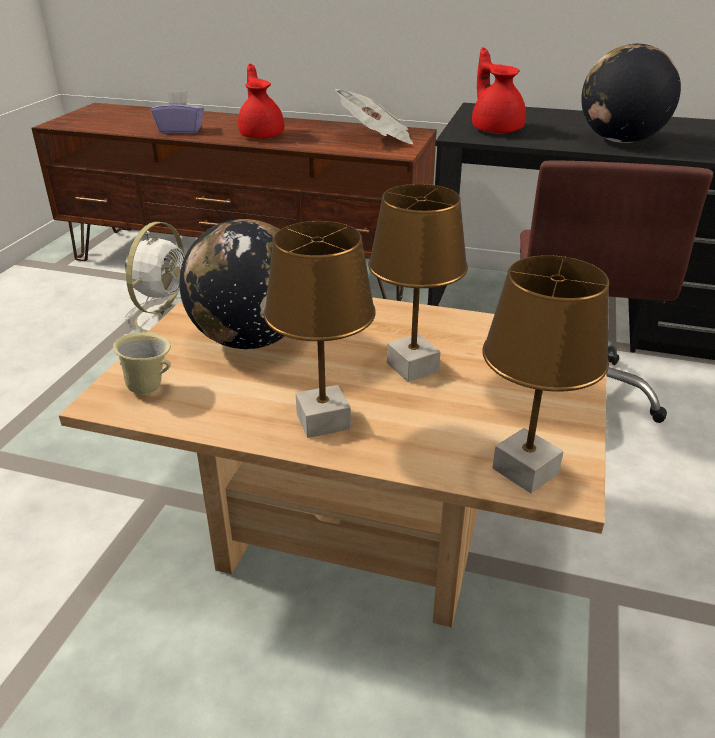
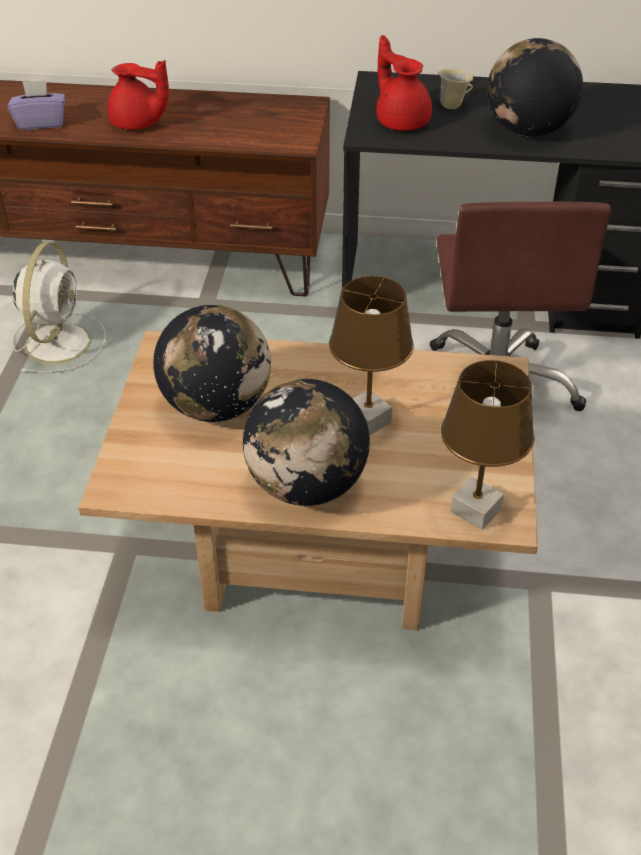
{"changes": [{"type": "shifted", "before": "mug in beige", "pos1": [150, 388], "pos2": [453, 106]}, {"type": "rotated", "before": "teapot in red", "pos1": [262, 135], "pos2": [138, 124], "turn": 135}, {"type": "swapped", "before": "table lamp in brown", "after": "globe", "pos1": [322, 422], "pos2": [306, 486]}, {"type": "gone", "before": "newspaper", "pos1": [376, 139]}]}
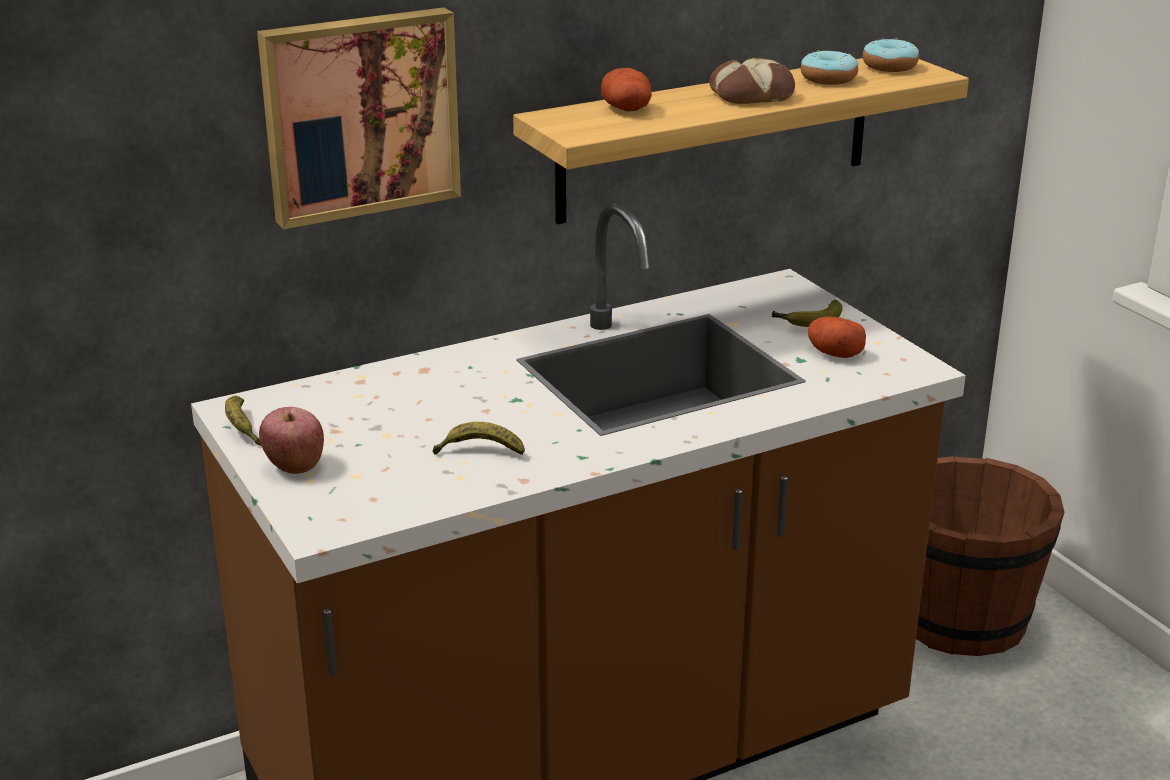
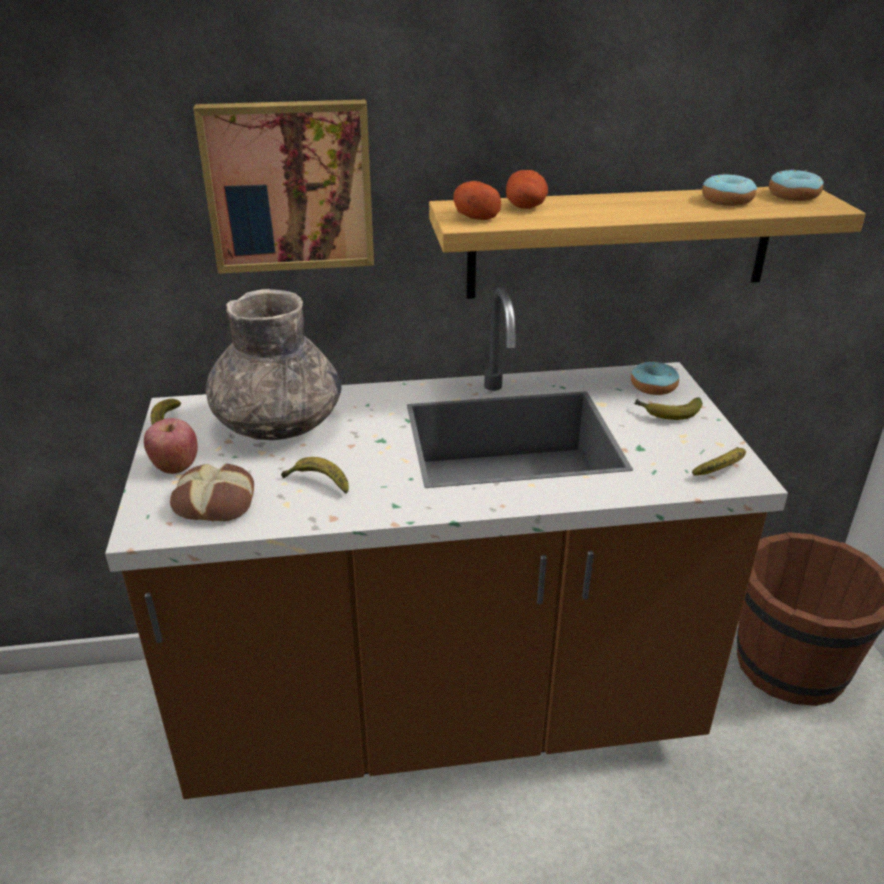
{"changes": [{"type": "shifted", "before": "bread", "pos1": [751, 94], "pos2": [216, 501]}, {"type": "shifted", "before": "potato", "pos1": [833, 352], "pos2": [474, 216]}, {"type": "new", "after": "vase in grey", "pos2": [278, 425]}, {"type": "new", "after": "donut", "pos2": [653, 386]}, {"type": "new", "after": "banana", "pos2": [722, 469]}]}
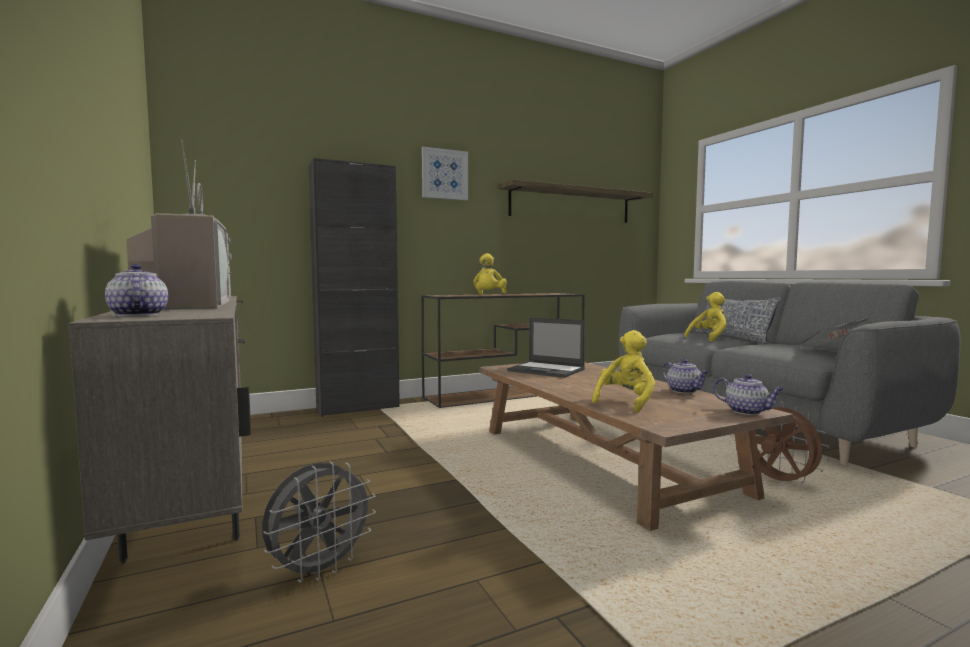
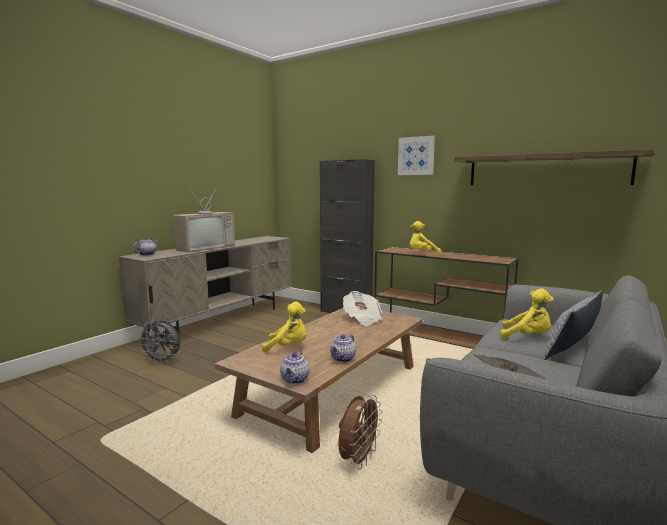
{"changes": [{"type": "swapped", "before": "laptop", "after": "newspaper", "pos1": [547, 370], "pos2": [362, 319]}]}
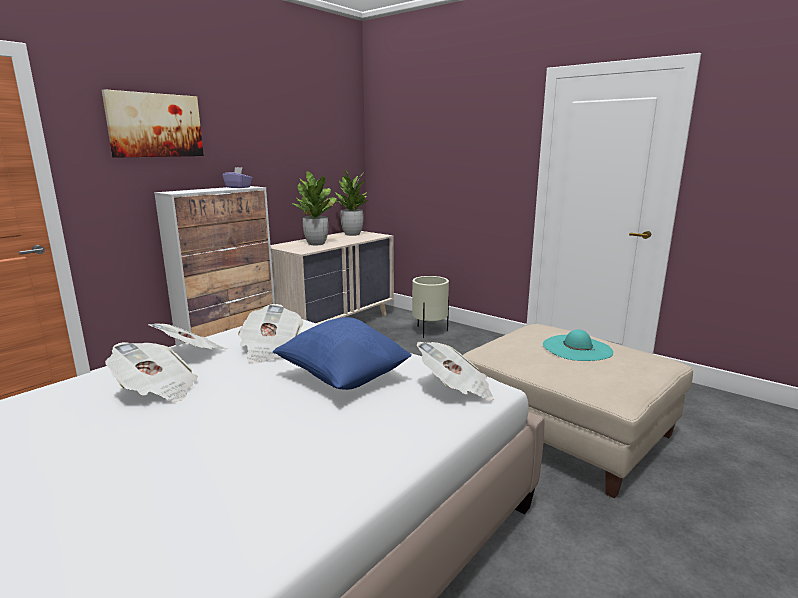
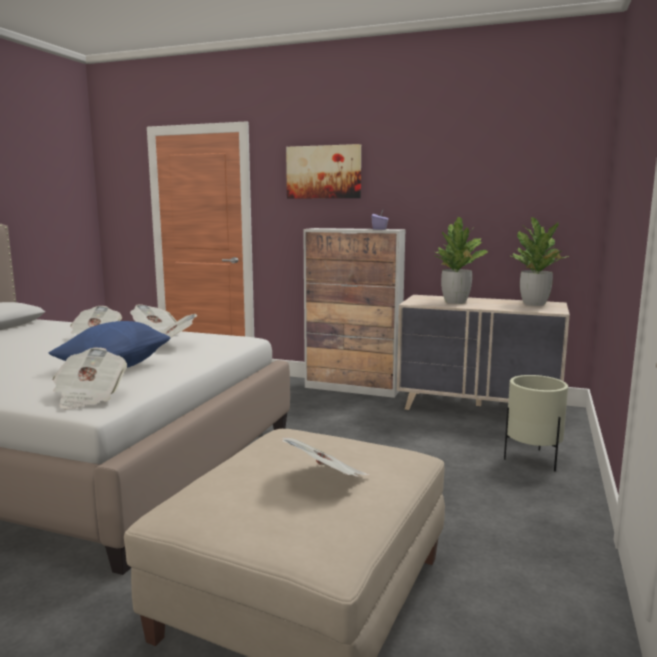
{"changes": [{"type": "swapped", "before": "hat in turquoise", "after": "newspaper", "pos1": [577, 348], "pos2": [325, 479]}]}
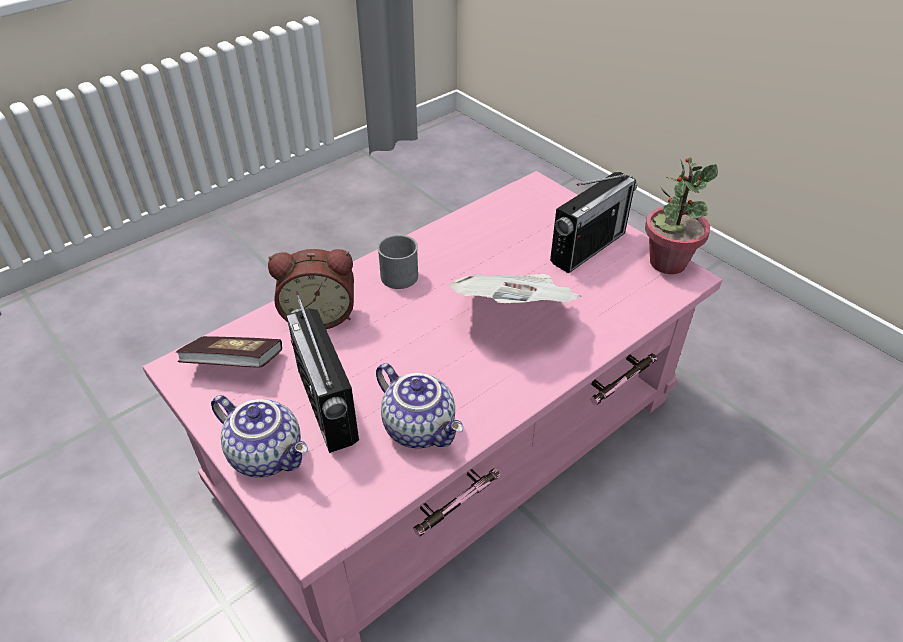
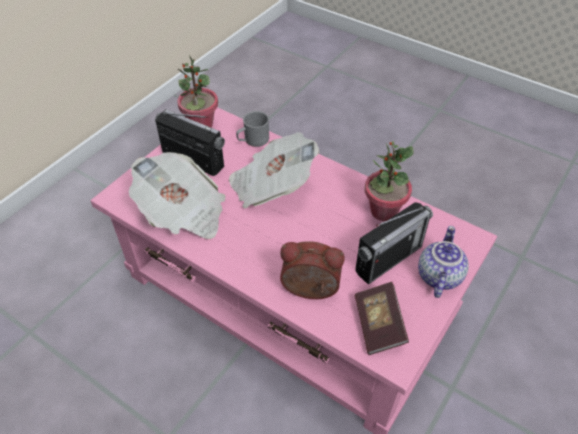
{"changes": [{"type": "rotated", "before": "alarm clock", "pos1": [320, 315], "pos2": [310, 291], "turn": -60}, {"type": "swapped", "before": "teapot", "after": "potted plant", "pos1": [421, 428], "pos2": [383, 211]}, {"type": "shifted", "before": "mug in grey", "pos1": [397, 272], "pos2": [253, 140]}, {"type": "new", "after": "newspaper", "pos2": [183, 213]}]}
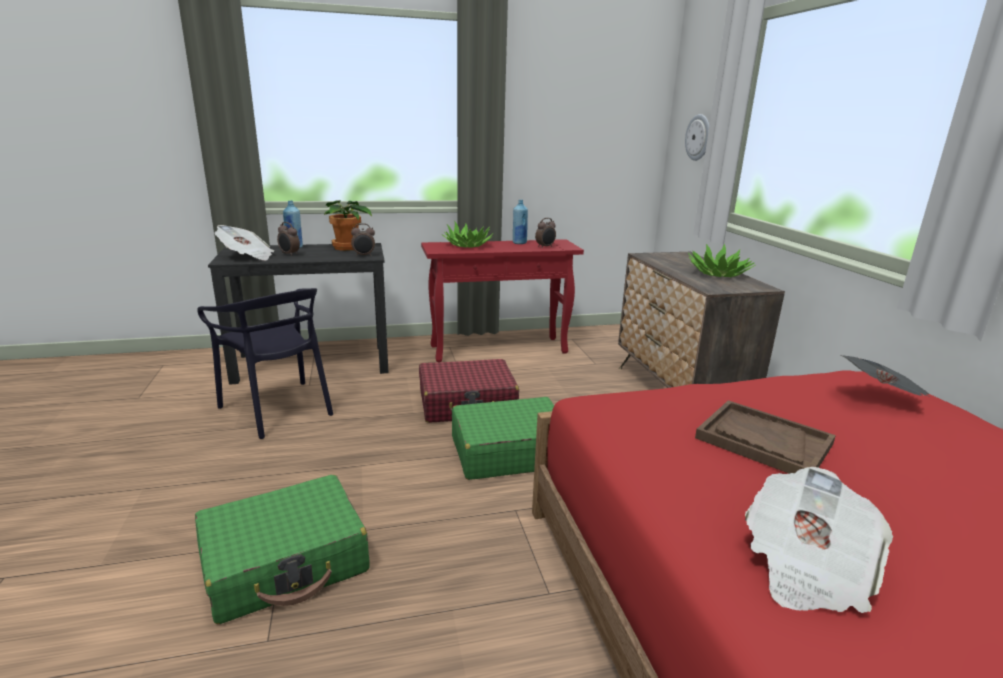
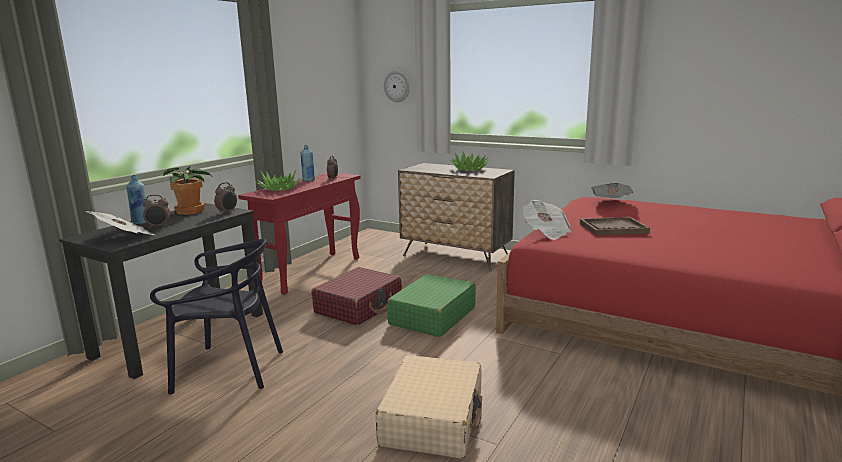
{"changes": [{"type": "repainted", "before": "suitcase in green", "after": "suitcase in beige", "pos1": [286, 562], "pos2": [433, 419]}, {"type": "shifted", "before": "newspaper", "pos1": [805, 568], "pos2": [546, 232]}]}
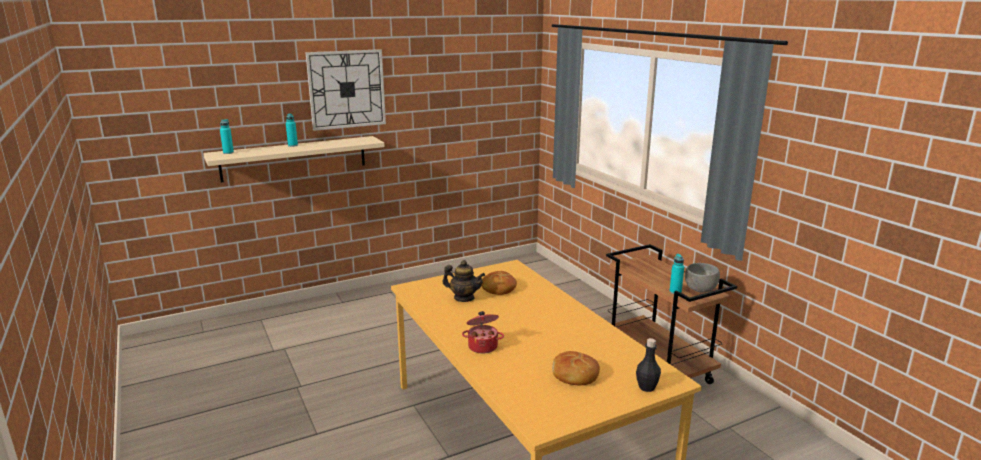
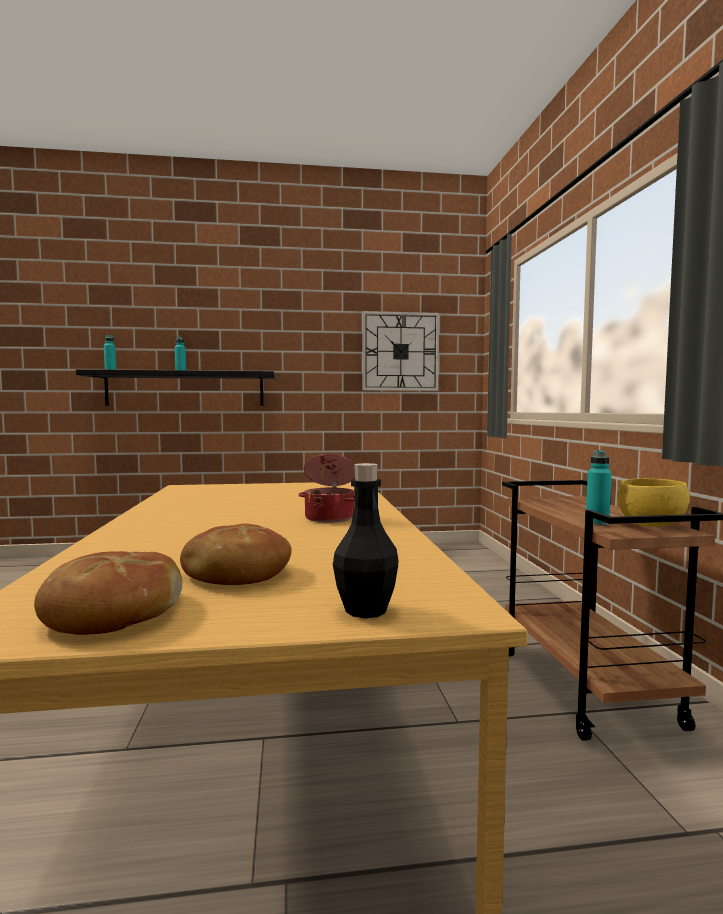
{"changes": [{"type": "repainted", "before": "shelf in beige", "after": "shelf in black", "pos1": [294, 158], "pos2": [185, 389]}, {"type": "shifted", "before": "wall clock", "pos1": [347, 89], "pos2": [400, 351]}, {"type": "gone", "before": "teapot", "pos1": [464, 298]}, {"type": "shifted", "before": "cooking pot", "pos1": [483, 346], "pos2": [330, 518]}, {"type": "shifted", "before": "bread", "pos1": [498, 288], "pos2": [113, 613]}, {"type": "repainted", "before": "bowl in grey", "after": "bowl in yellow", "pos1": [700, 289], "pos2": [650, 525]}]}
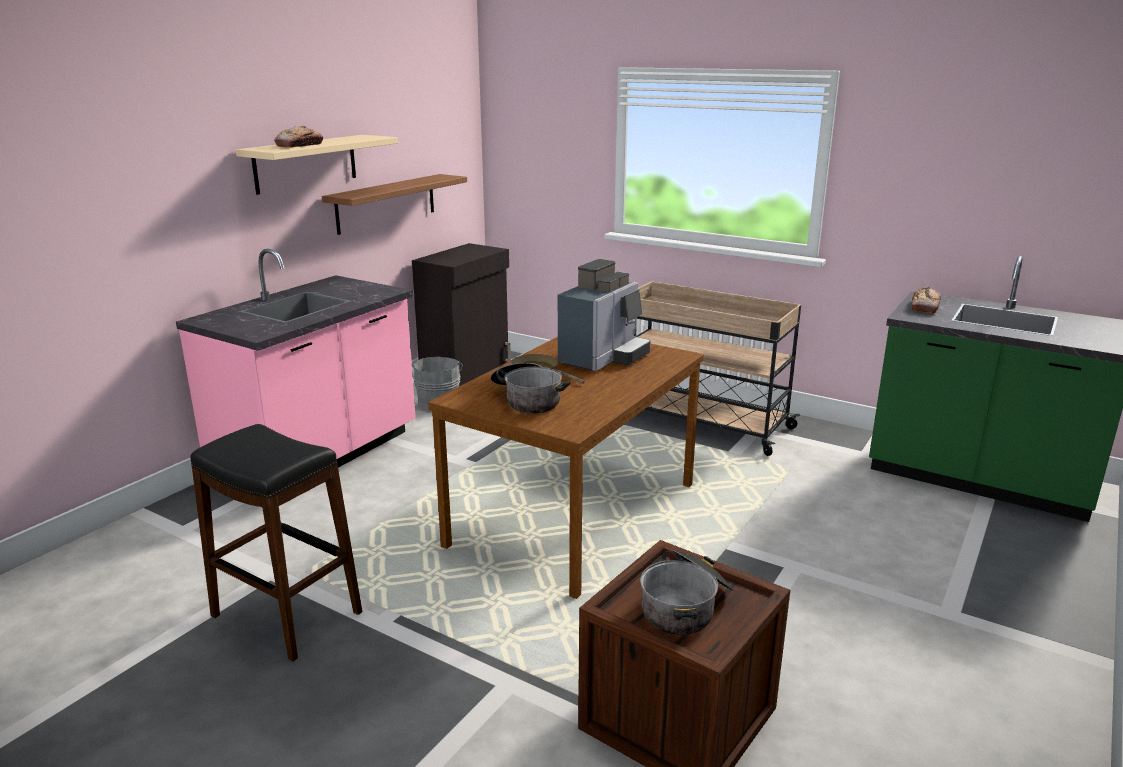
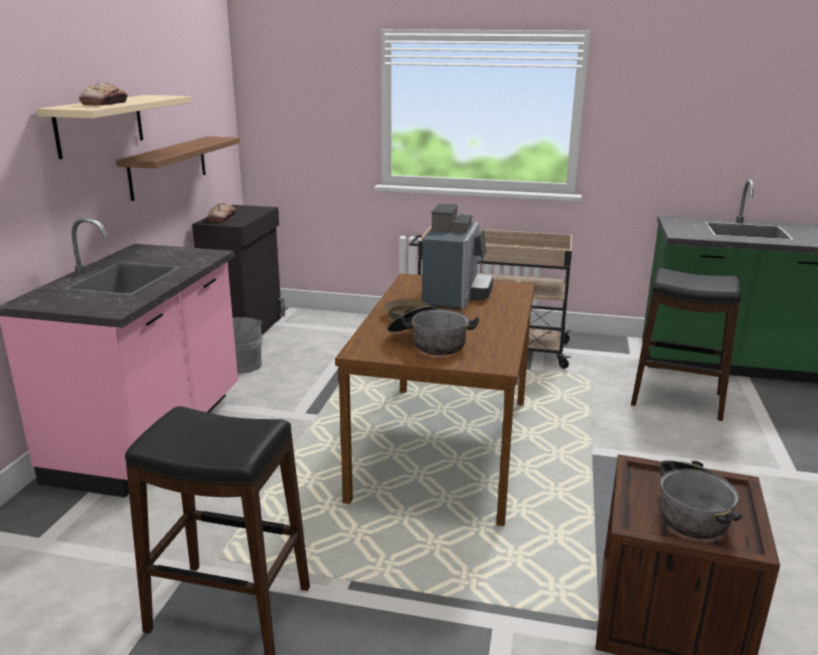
{"changes": [{"type": "shifted", "before": "bread", "pos1": [925, 306], "pos2": [222, 218]}, {"type": "new", "after": "stool in black", "pos2": [677, 399]}]}
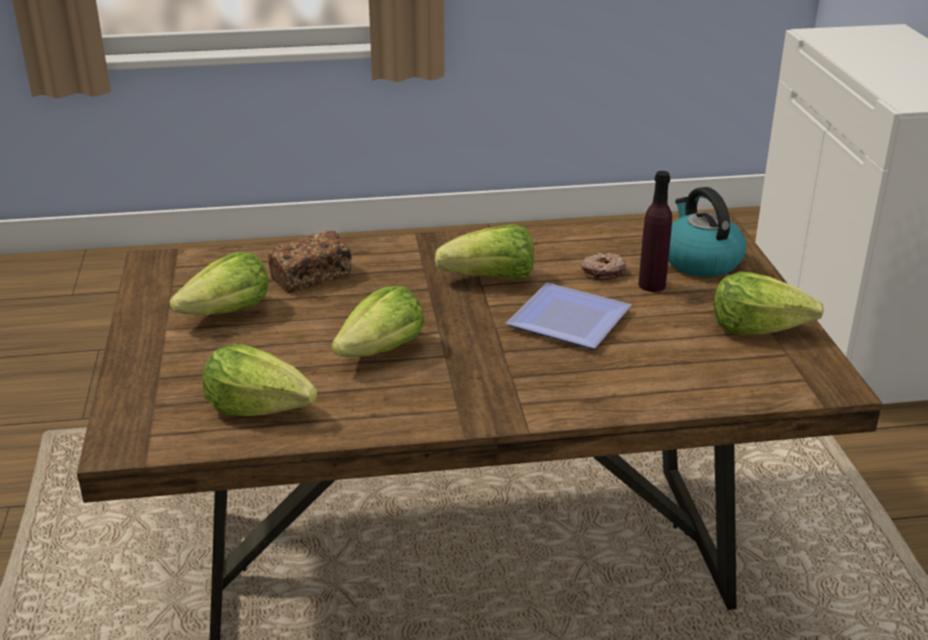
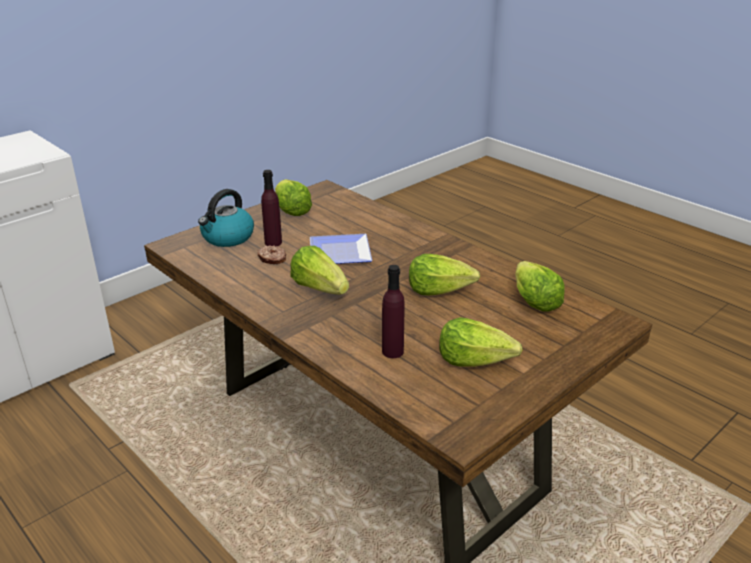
{"changes": [{"type": "swapped", "before": "bread", "after": "bottle in purple", "pos1": [311, 277], "pos2": [392, 351]}]}
